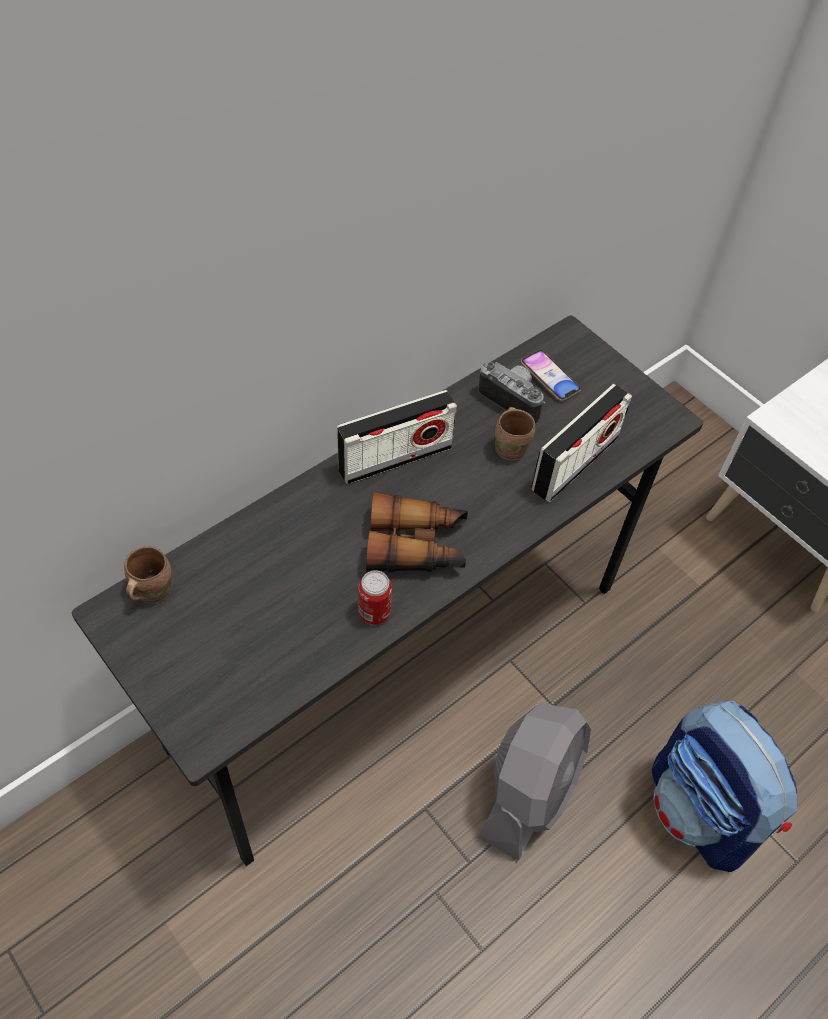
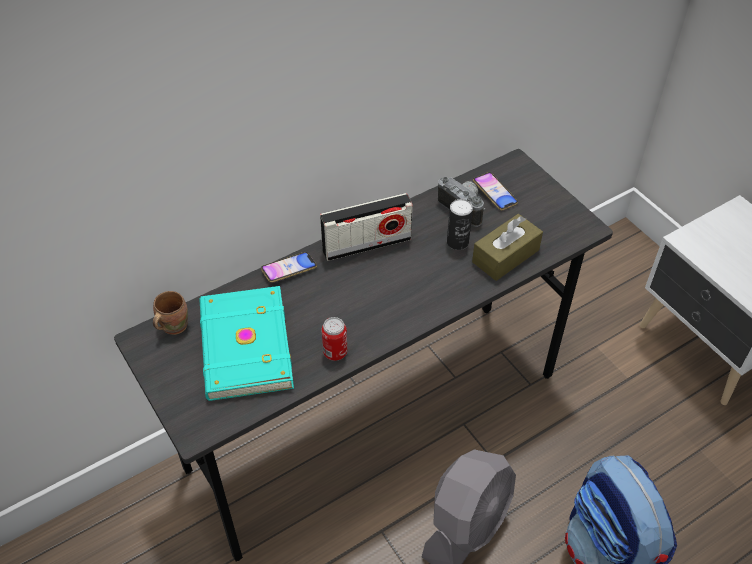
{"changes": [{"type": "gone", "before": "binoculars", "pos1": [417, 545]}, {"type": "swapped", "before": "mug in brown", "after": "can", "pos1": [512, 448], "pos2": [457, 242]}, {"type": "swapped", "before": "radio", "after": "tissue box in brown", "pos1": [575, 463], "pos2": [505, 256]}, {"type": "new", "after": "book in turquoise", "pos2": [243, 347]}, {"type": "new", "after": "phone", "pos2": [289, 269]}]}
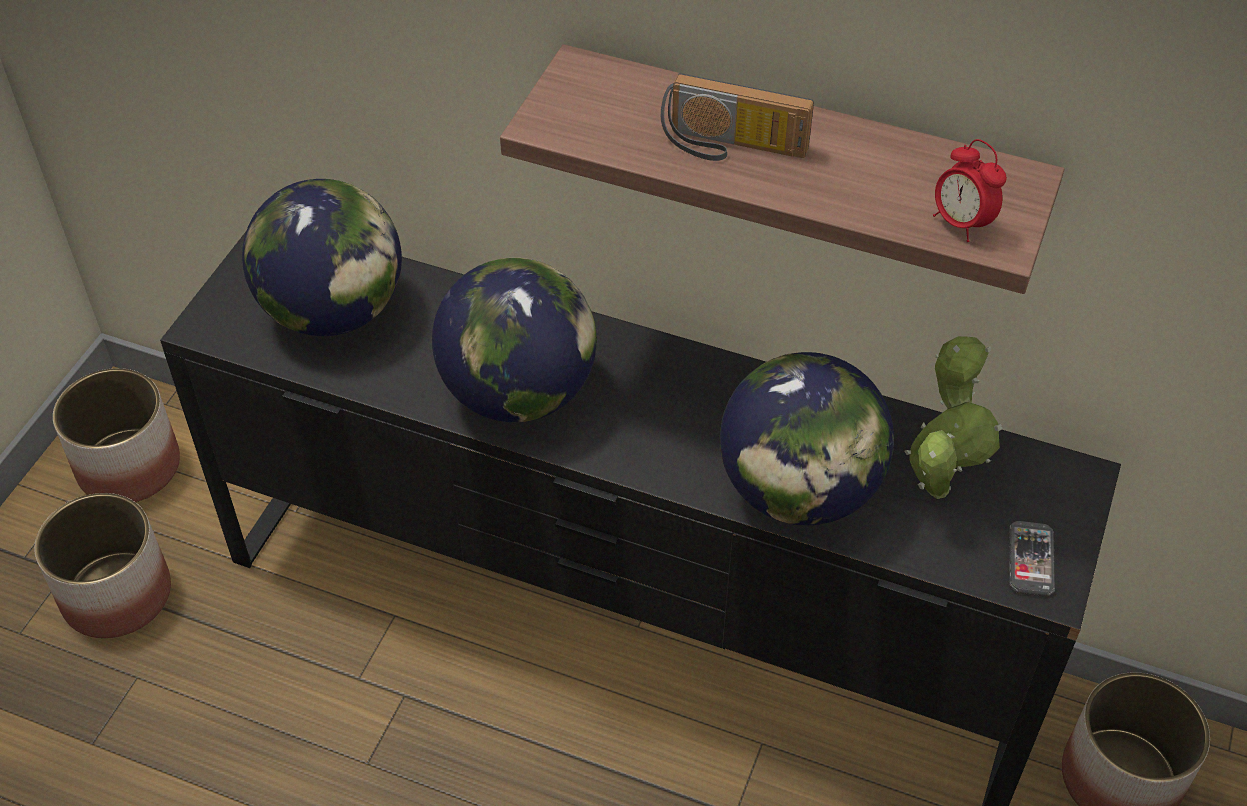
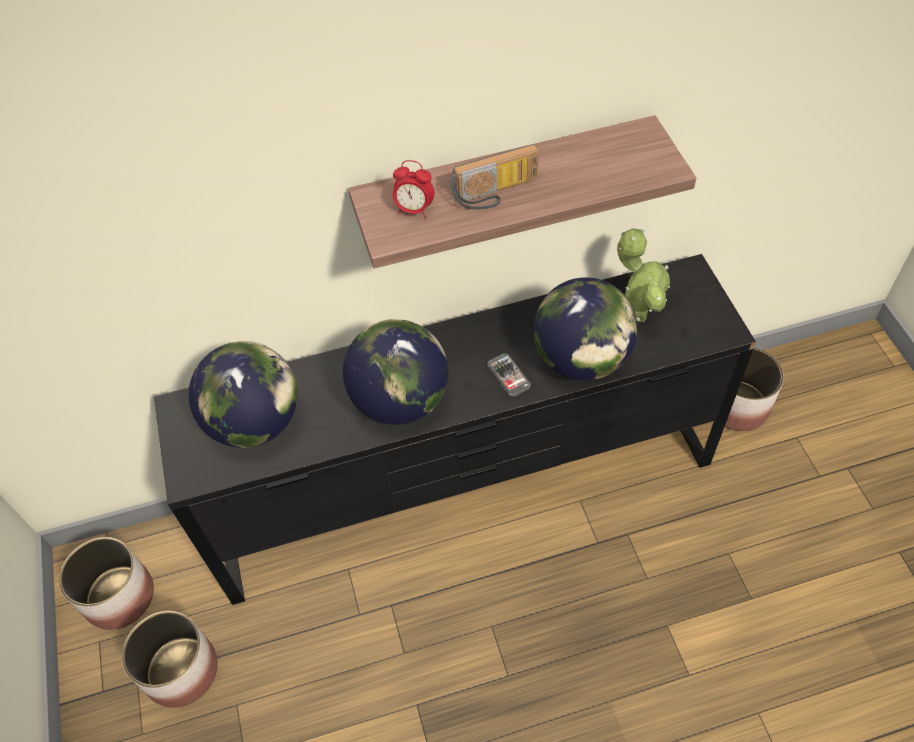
{"changes": [{"type": "shifted", "before": "alarm clock", "pos1": [961, 223], "pos2": [414, 210]}, {"type": "shifted", "before": "phone", "pos1": [1031, 560], "pos2": [508, 376]}]}
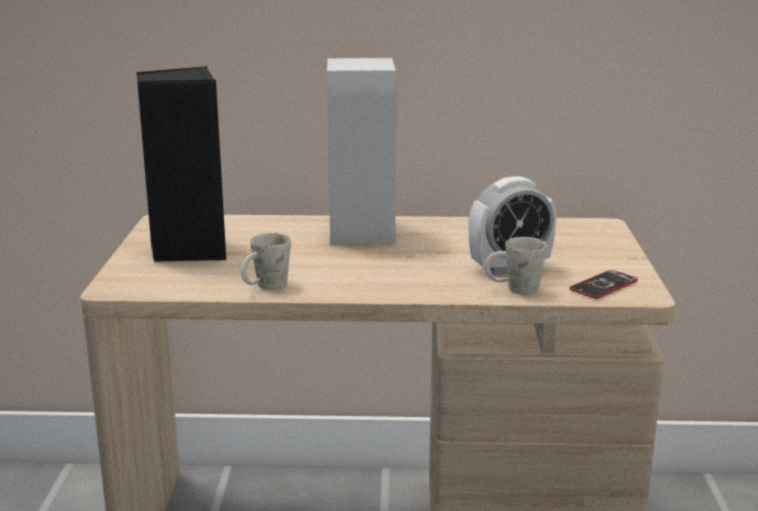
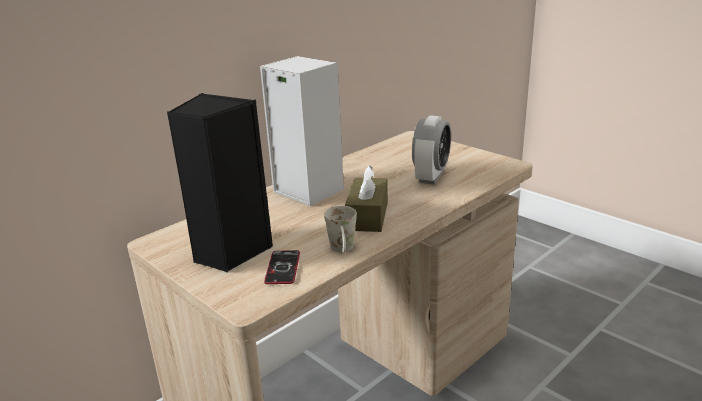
{"changes": [{"type": "gone", "before": "mug in white", "pos1": [513, 289]}, {"type": "shifted", "before": "phone", "pos1": [603, 286], "pos2": [282, 268]}, {"type": "new", "after": "tissue box in brown", "pos2": [367, 216]}]}
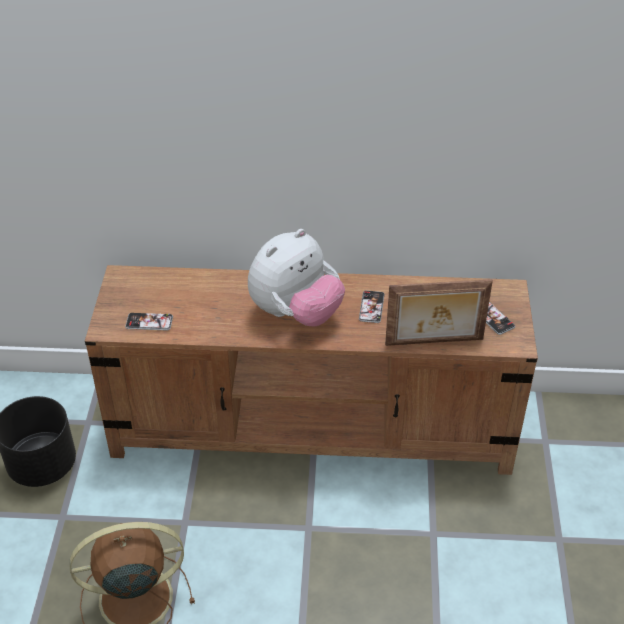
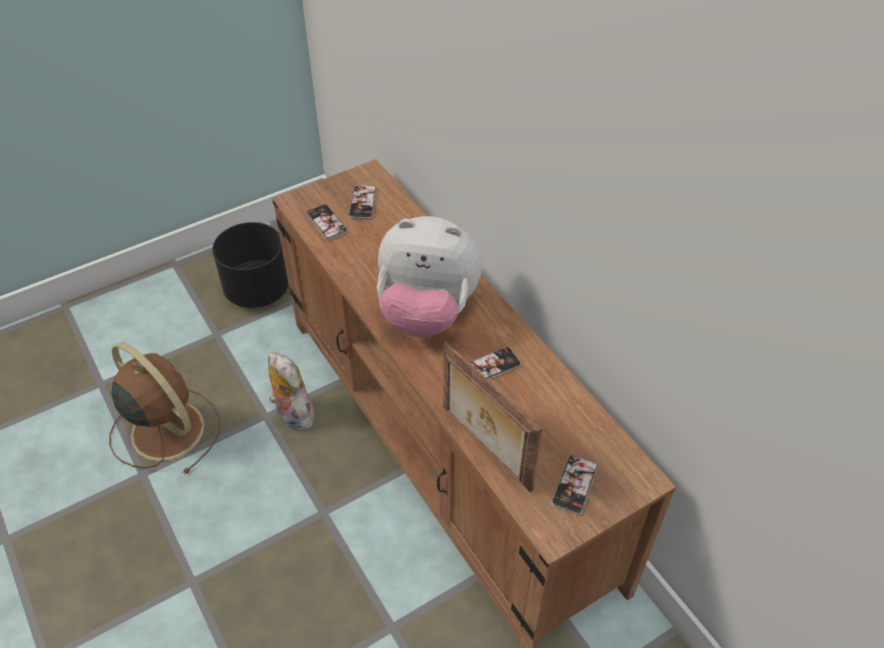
{"changes": [{"type": "new", "after": "plush toy", "pos2": [292, 414]}, {"type": "new", "after": "phone", "pos2": [363, 203]}]}
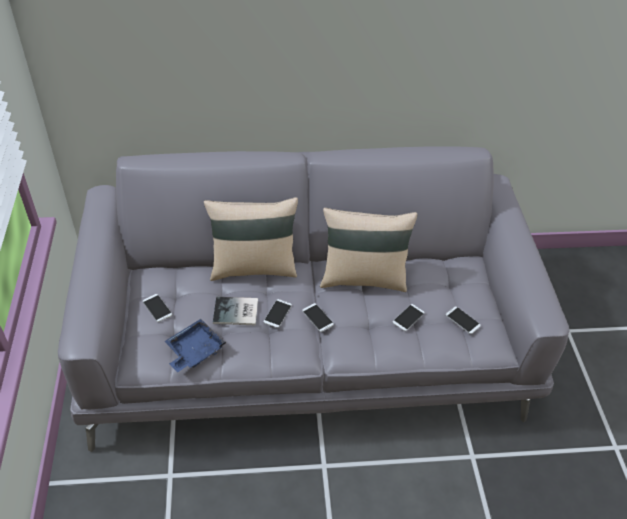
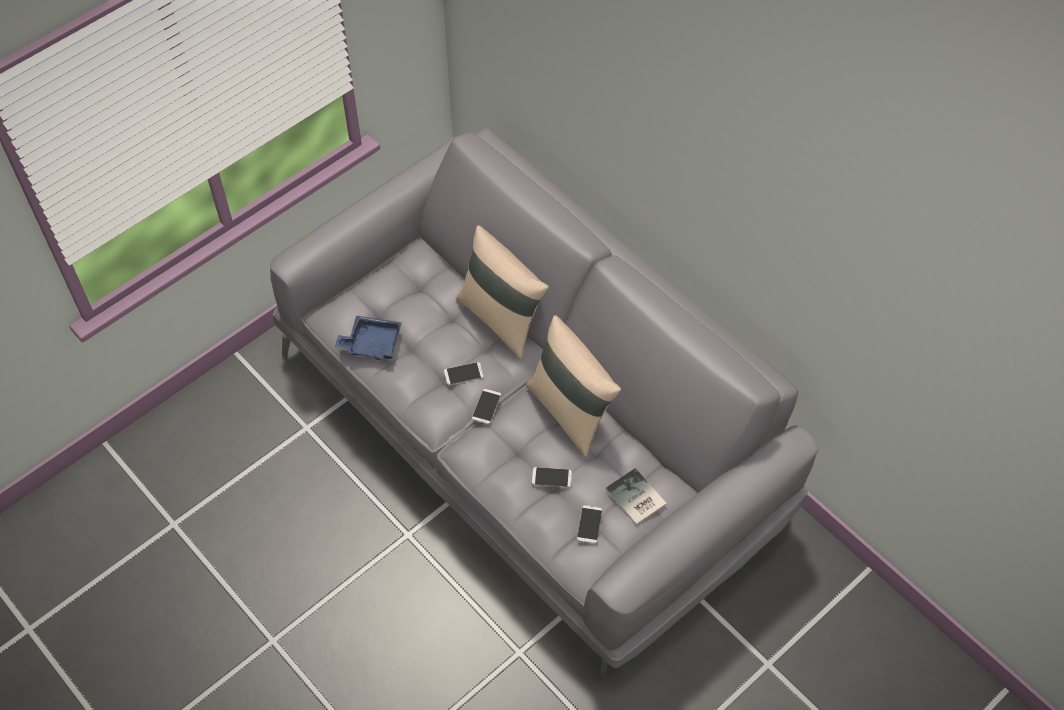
{"changes": [{"type": "gone", "before": "phone", "pos1": [157, 308]}, {"type": "shifted", "before": "book", "pos1": [237, 312], "pos2": [635, 499]}]}
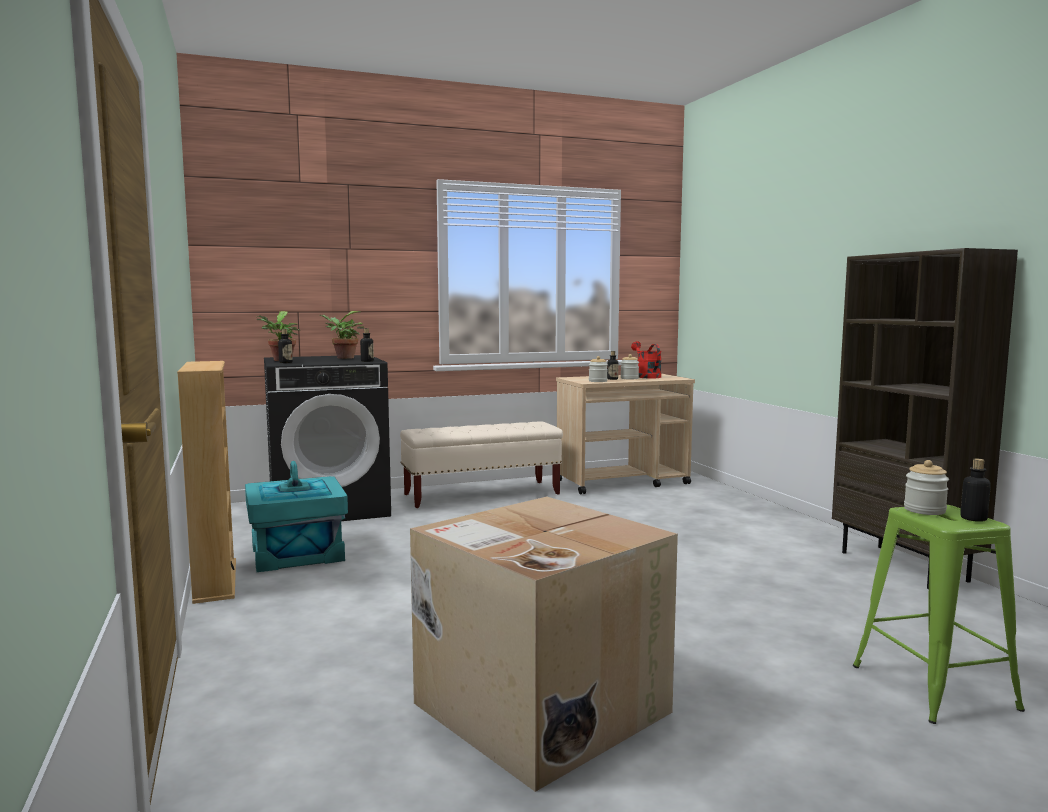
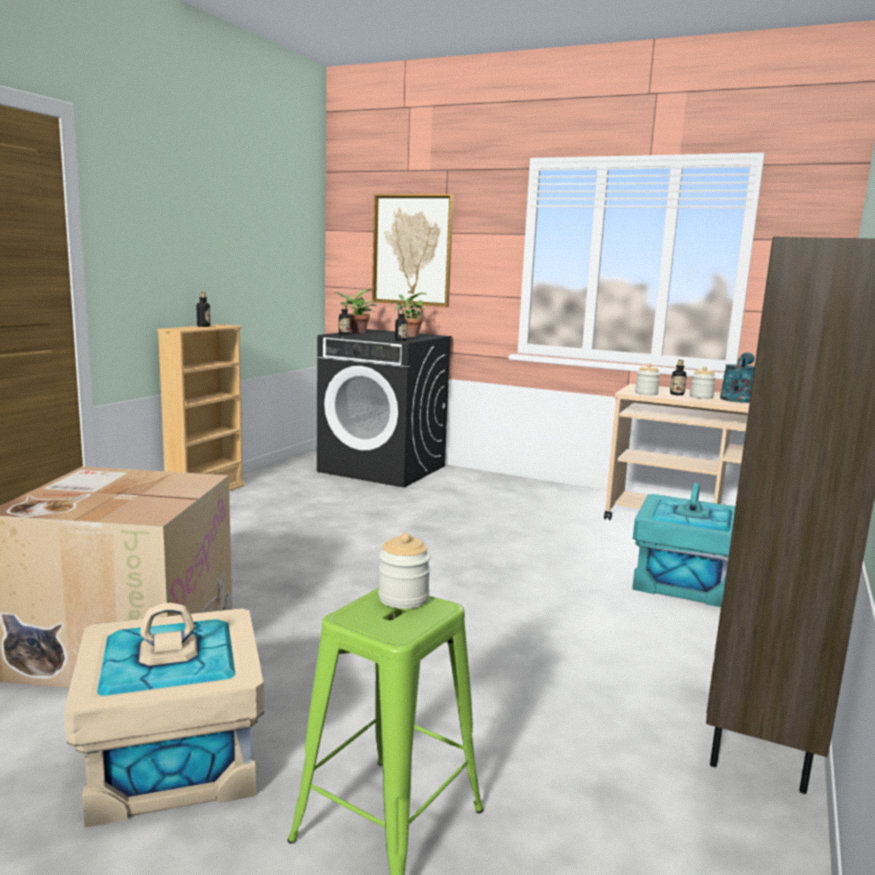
{"changes": [{"type": "shifted", "before": "storage box in turquoise", "pos1": [296, 553], "pos2": [683, 581]}, {"type": "gone", "before": "bench in beige", "pos1": [482, 494]}, {"type": "repainted", "before": "watering can in red", "after": "watering can in turquoise", "pos1": [646, 376], "pos2": [737, 398]}, {"type": "shifted", "before": "bottle", "pos1": [973, 518], "pos2": [203, 326]}, {"type": "new", "after": "storage box in beige", "pos2": [173, 761]}, {"type": "new", "after": "picture", "pos2": [412, 250]}]}
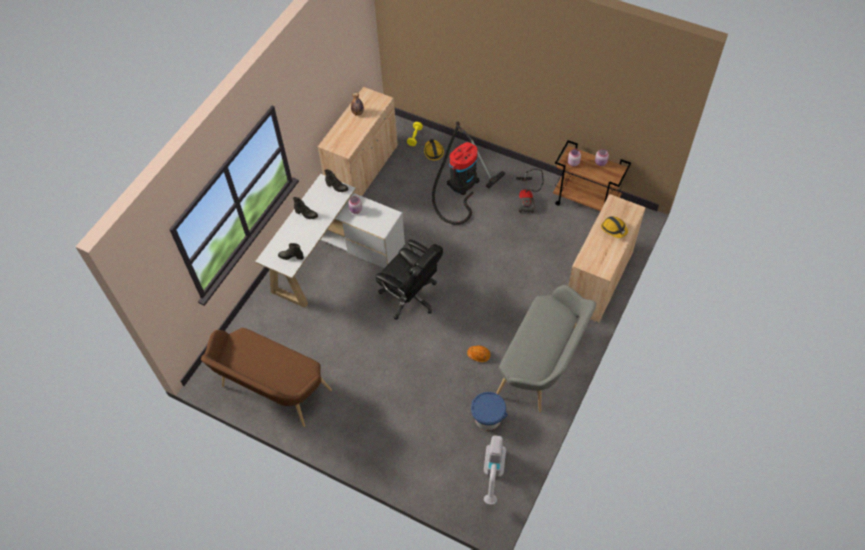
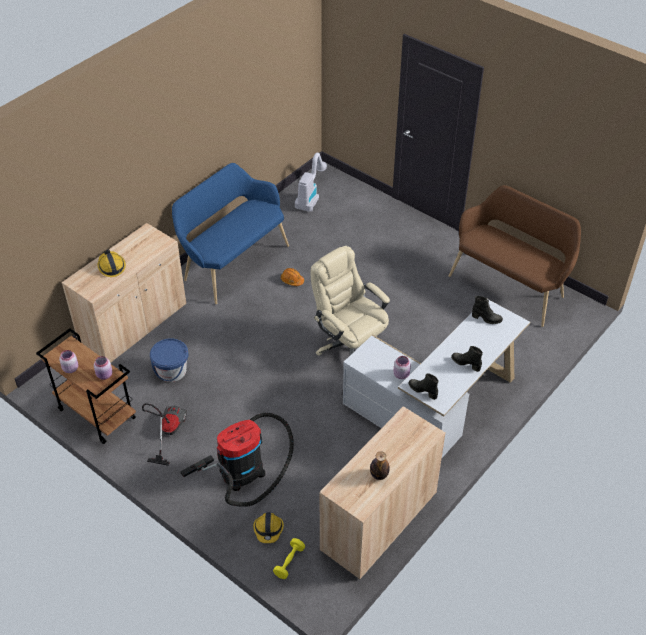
{"changes": [{"type": "repainted", "before": "office chair in black", "after": "office chair in beige", "pos1": [410, 296], "pos2": [349, 345]}, {"type": "shifted", "before": "bucket in blue", "pos1": [487, 418], "pos2": [172, 371]}, {"type": "repainted", "before": "bench in grey", "after": "bench in blue", "pos1": [542, 365], "pos2": [232, 262]}]}
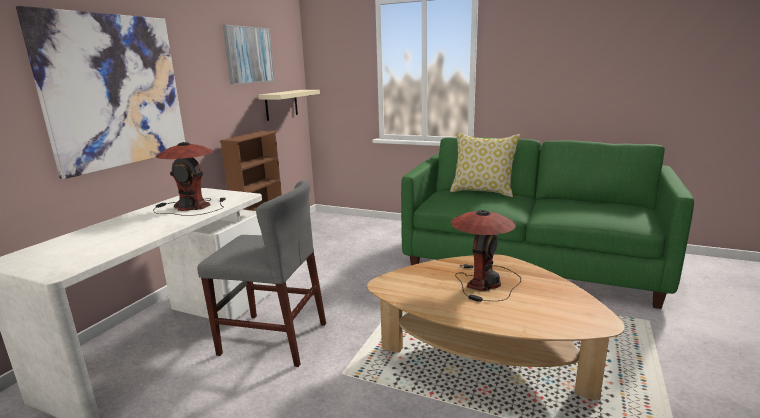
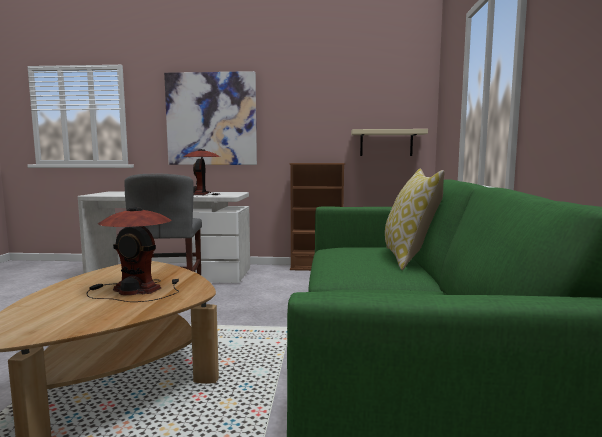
{"changes": [{"type": "gone", "before": "picture", "pos1": [249, 55]}]}
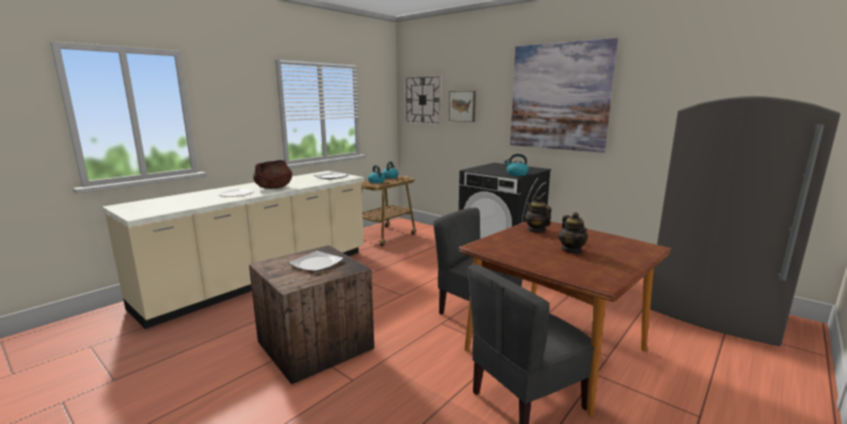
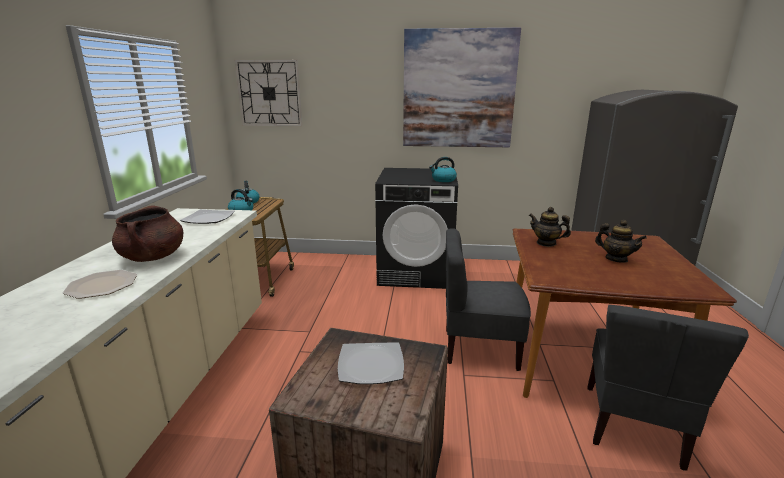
{"changes": [{"type": "gone", "before": "picture", "pos1": [463, 106]}]}
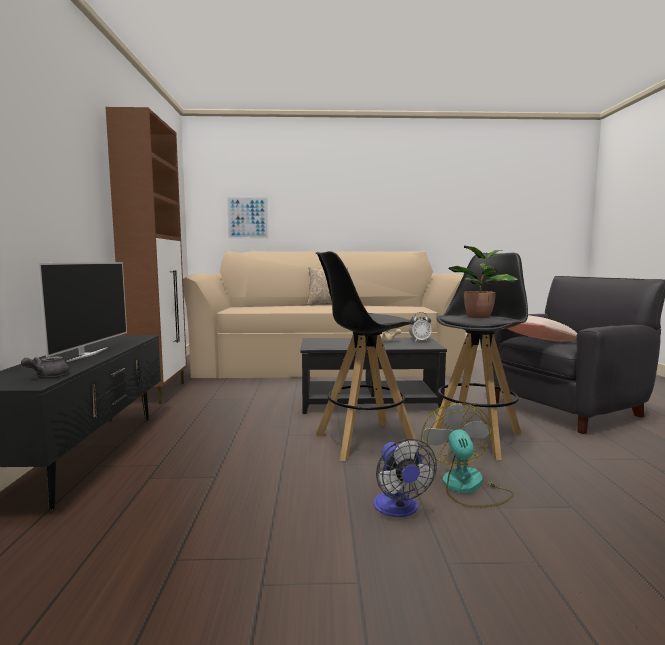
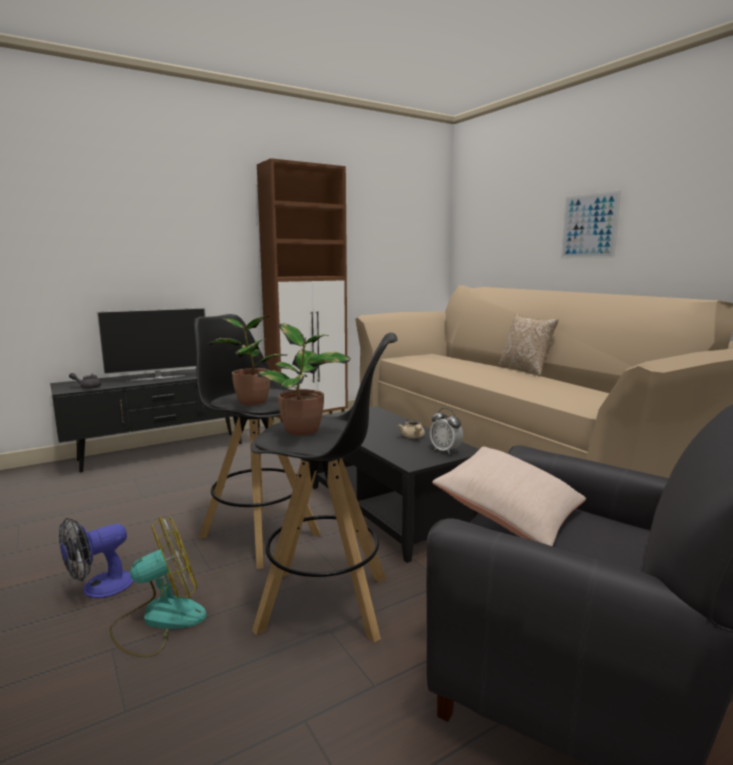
{"changes": [{"type": "shifted", "before": "picture", "pos1": [247, 218], "pos2": [589, 226]}, {"type": "new", "after": "potted plant", "pos2": [250, 401]}]}
